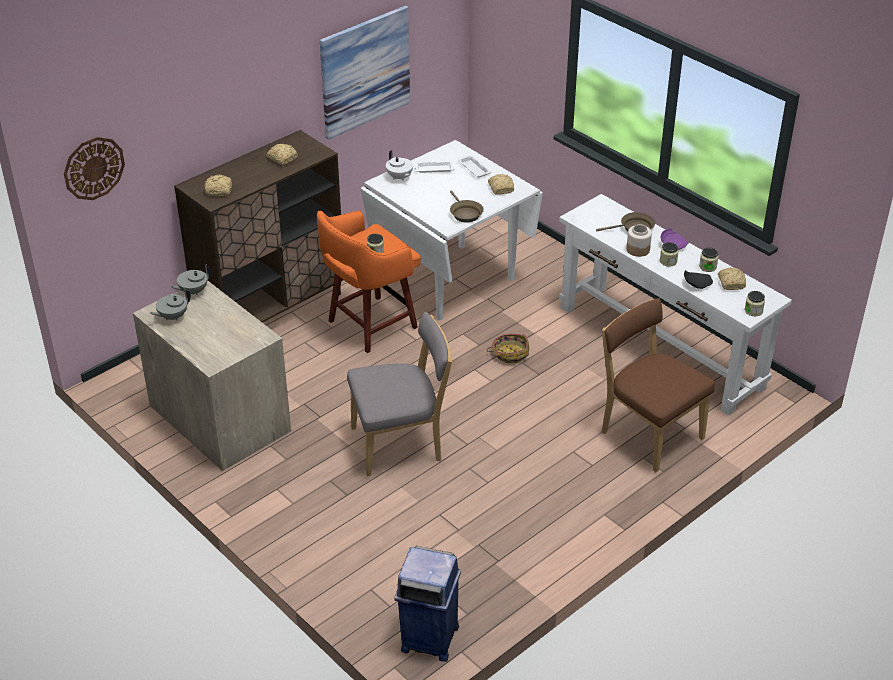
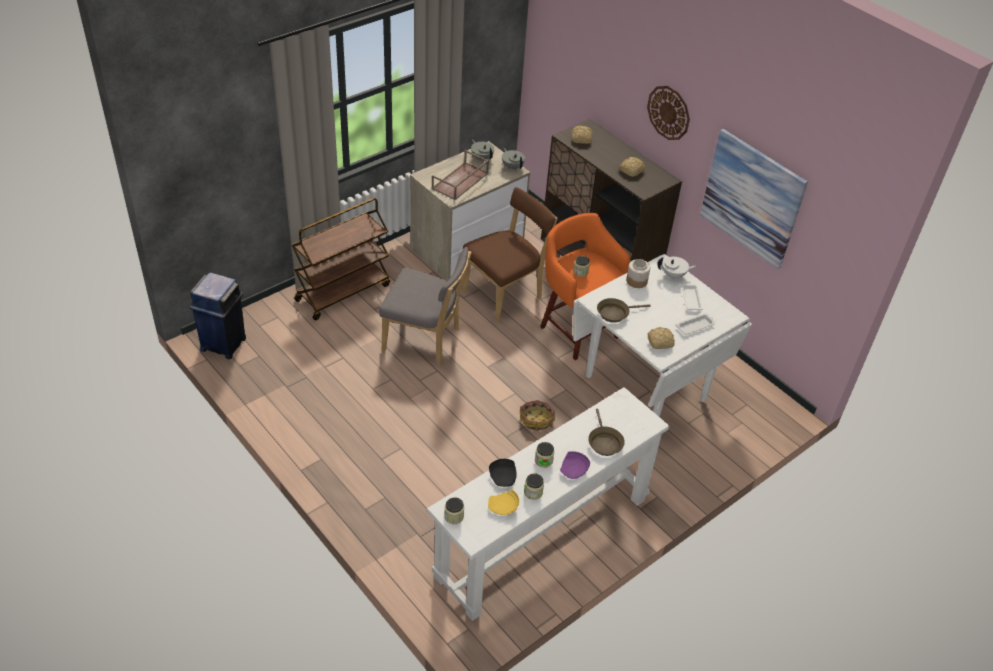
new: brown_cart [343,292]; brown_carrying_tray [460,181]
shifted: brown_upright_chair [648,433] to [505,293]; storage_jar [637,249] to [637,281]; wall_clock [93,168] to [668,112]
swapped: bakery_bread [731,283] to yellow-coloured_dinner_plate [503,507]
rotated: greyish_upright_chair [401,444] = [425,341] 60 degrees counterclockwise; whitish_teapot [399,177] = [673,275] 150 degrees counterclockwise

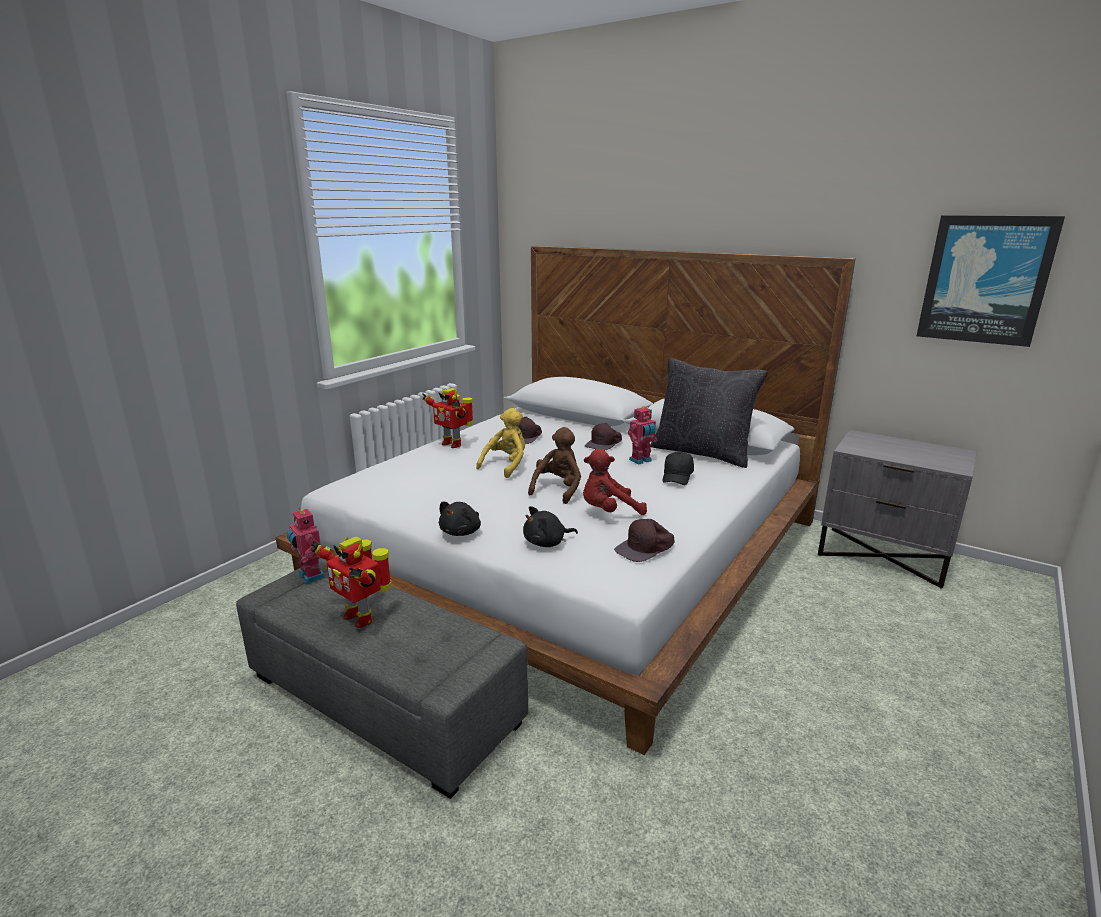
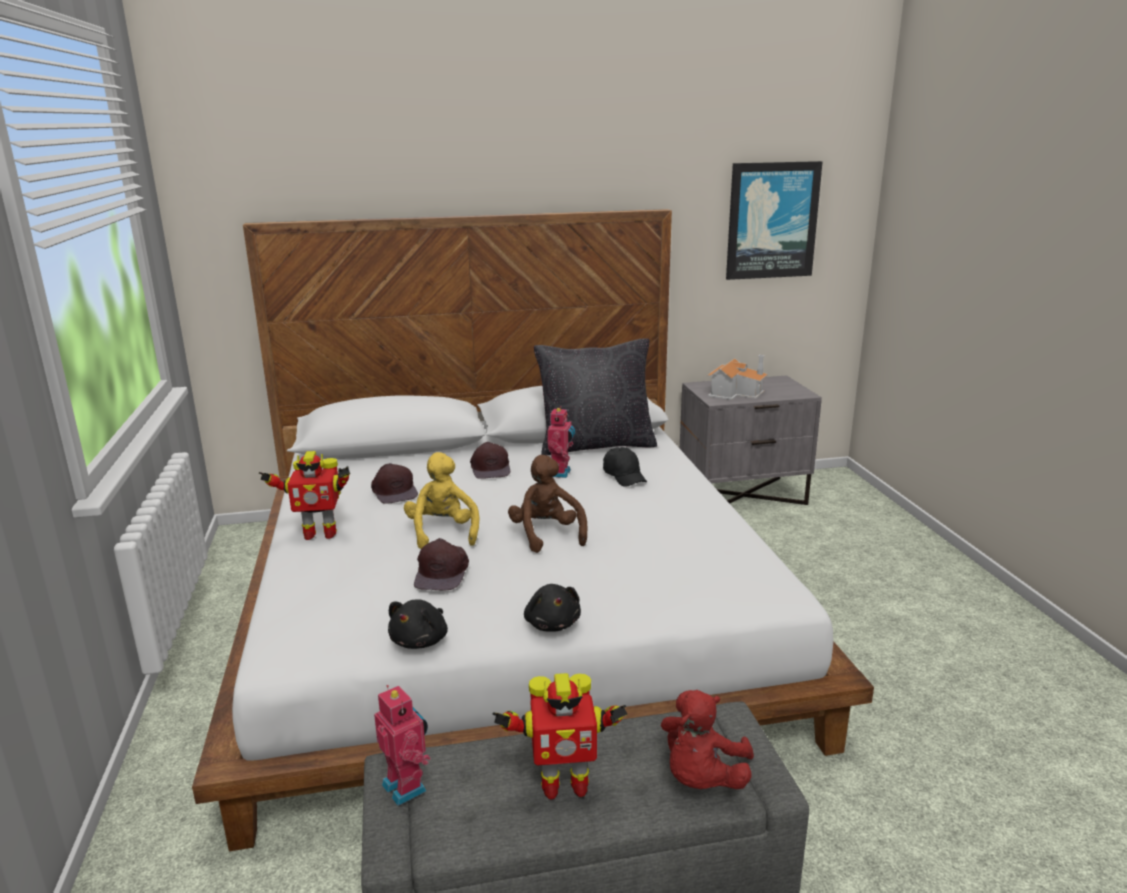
new: miniature_house [736,392]
shifted: black_cuddly_toy [547,543] to [421,640]; brown_peaked_cap [645,548] to [443,572]; reddish_cuddly_toy [609,512] to [701,779]
rotated: model_robot [310,576] = [407,786] 135 degrees counterclockwise

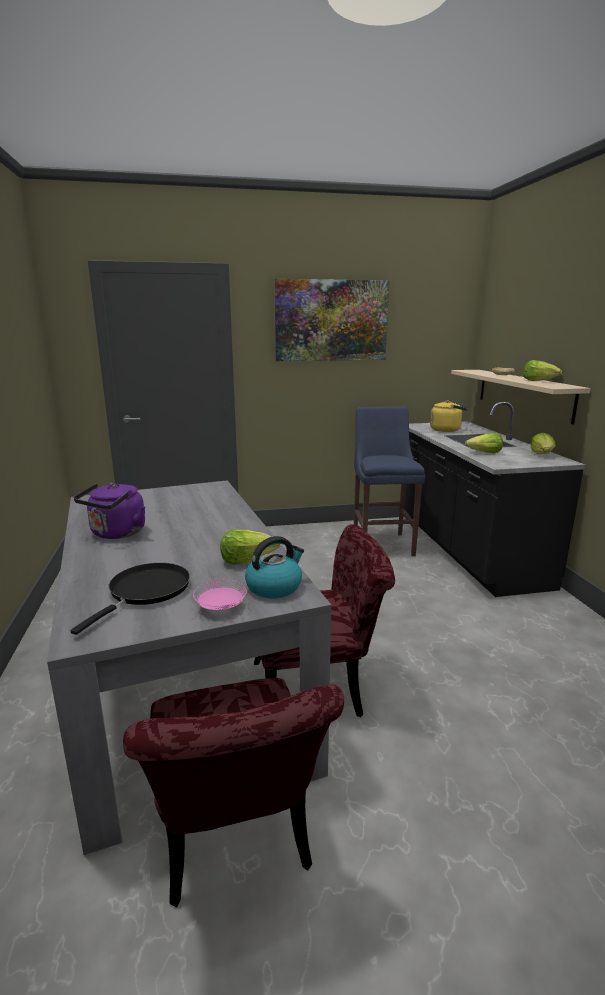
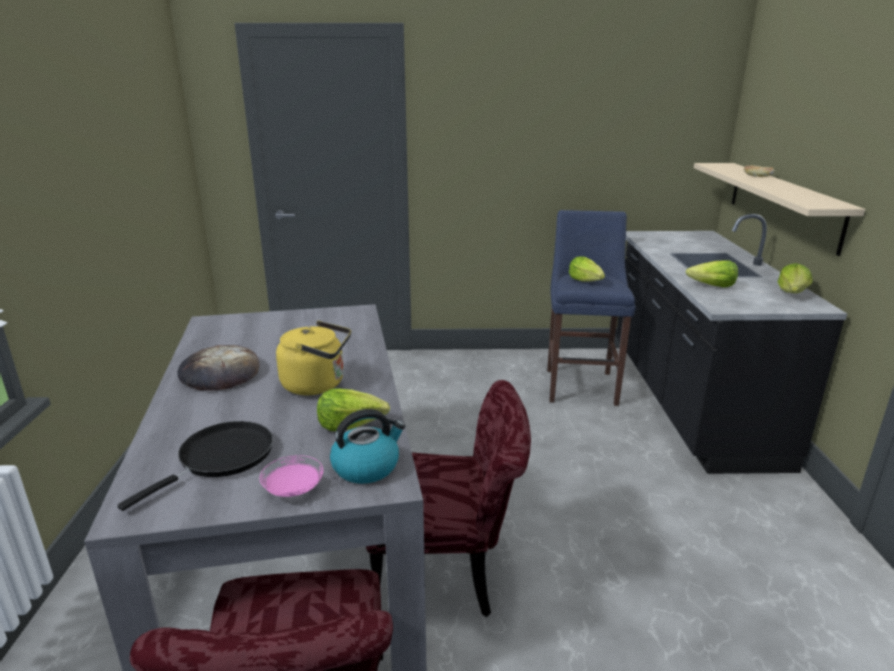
gone: picture [331,321]
shifted: yellow-coloured_water_kettle [447,430] to [317,384]; lettuce_head [539,381] to [586,281]
swapped: purplish_water_kettle [116,534] to bakery_bread [220,373]

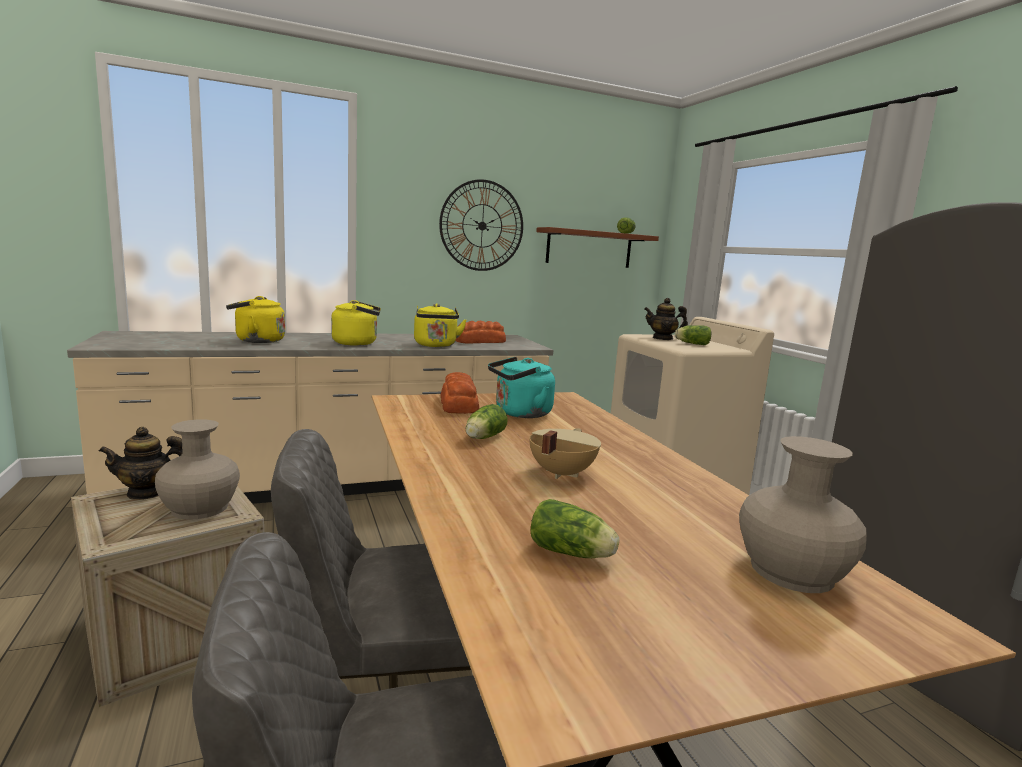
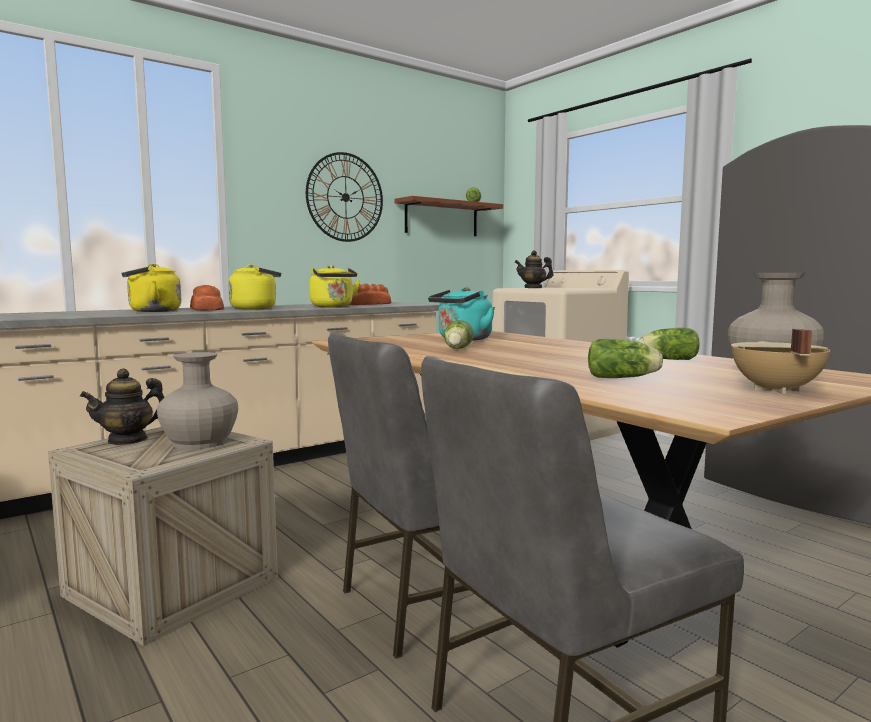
shifted: bakery_bread [459,404] to [207,309]; lettuce_head [691,343] to [666,359]; sand-coloured_cooking_pot [560,473] to [774,390]

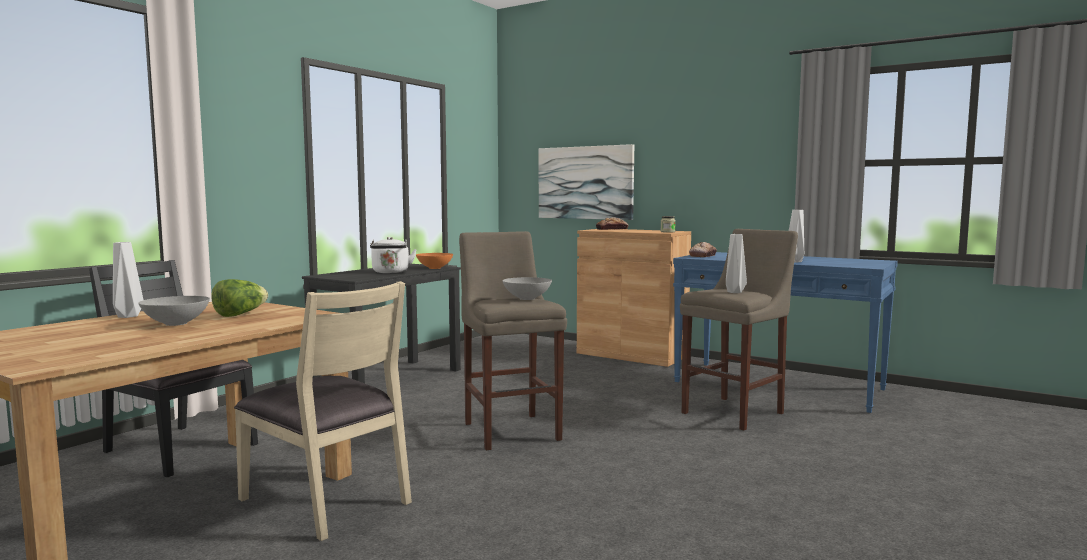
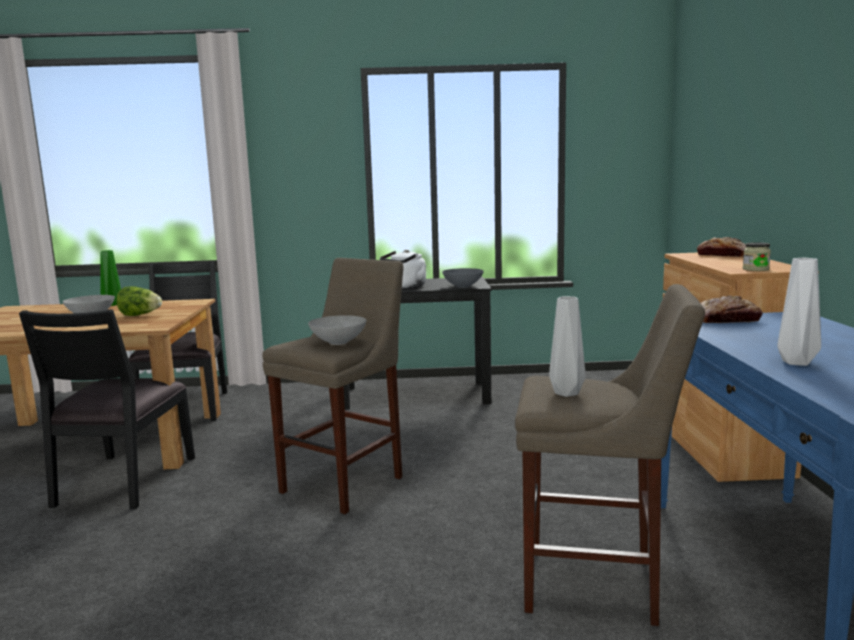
gone: picture [585,182]
repainted: sand-coloured_upright_chair [328,500] to black_upright_chair [123,481]; whitish_vase [127,316] to green-coloured_vase [113,304]; orange-coloured_bowl [434,268] to greyish_bowl [463,286]

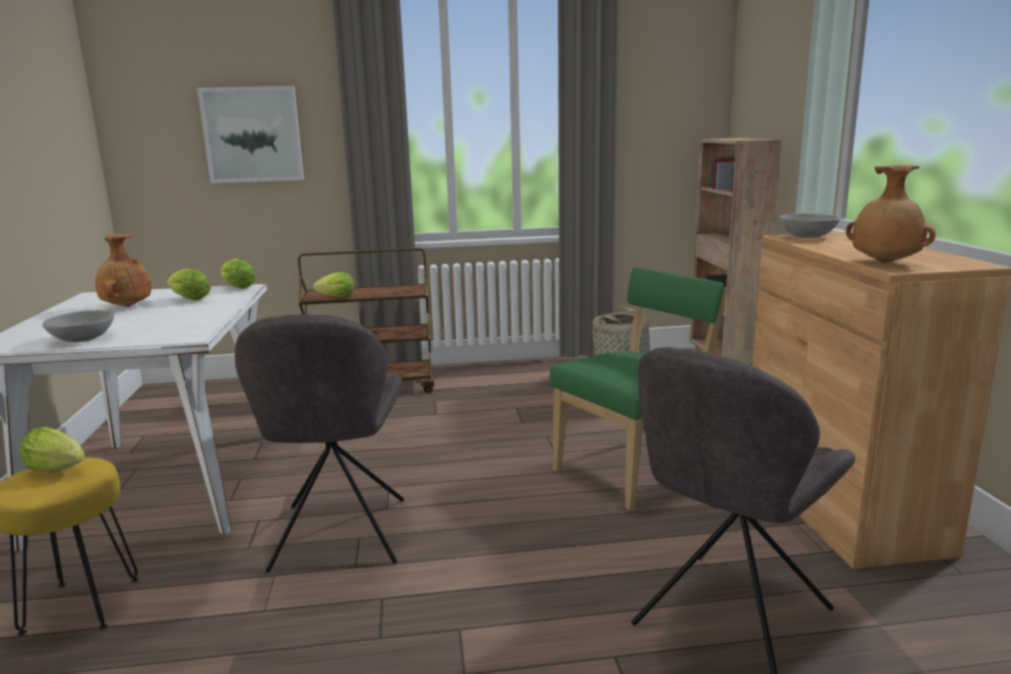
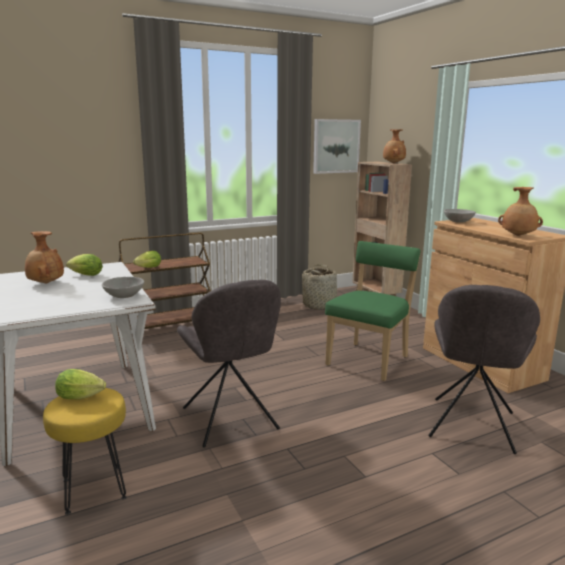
gone: lettuce_head [236,287]
new: brown_vase [393,163]
shifted: greyish_bowl [83,339] to [124,296]; picture [252,135] to [336,146]

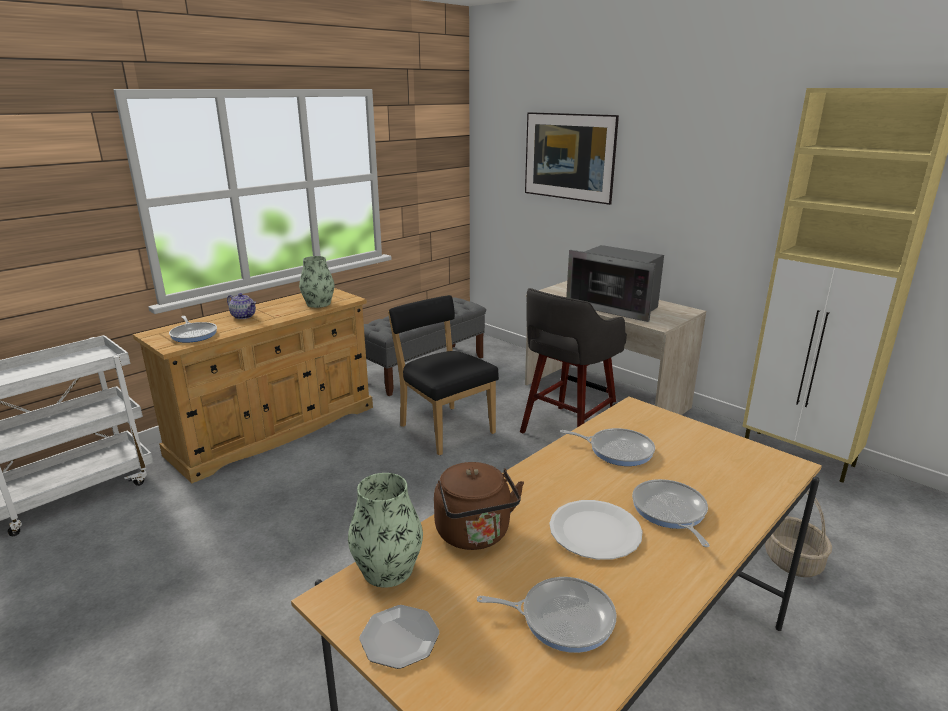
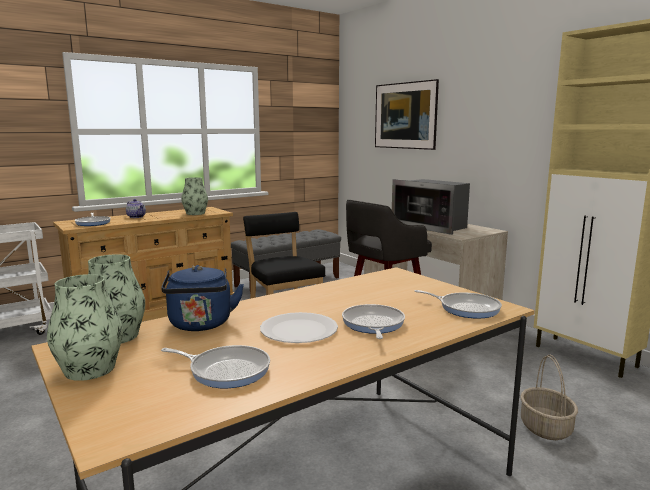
shifted: pan [617,450] to [466,308]
swapped: dinner_plate [400,637] to vase [90,369]
repainted: brown_water_kettle [475,535] to bluish_water_kettle [201,325]

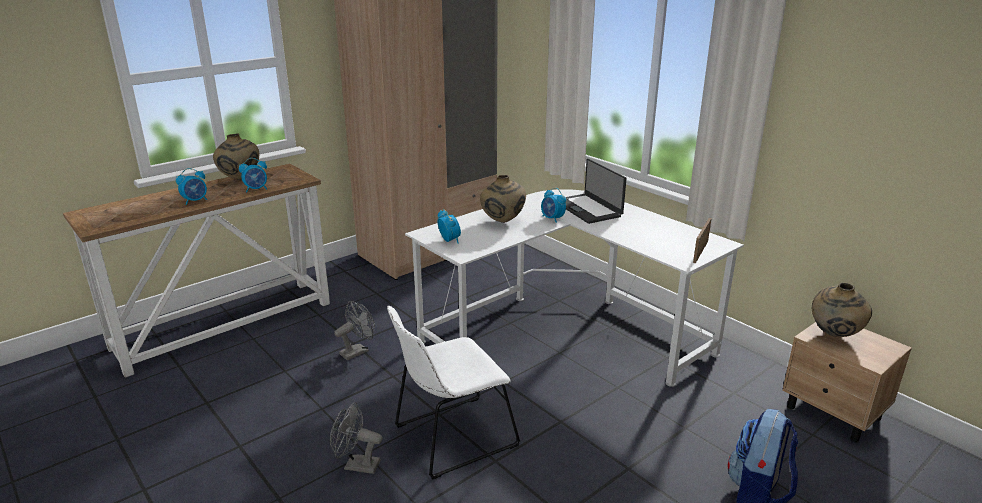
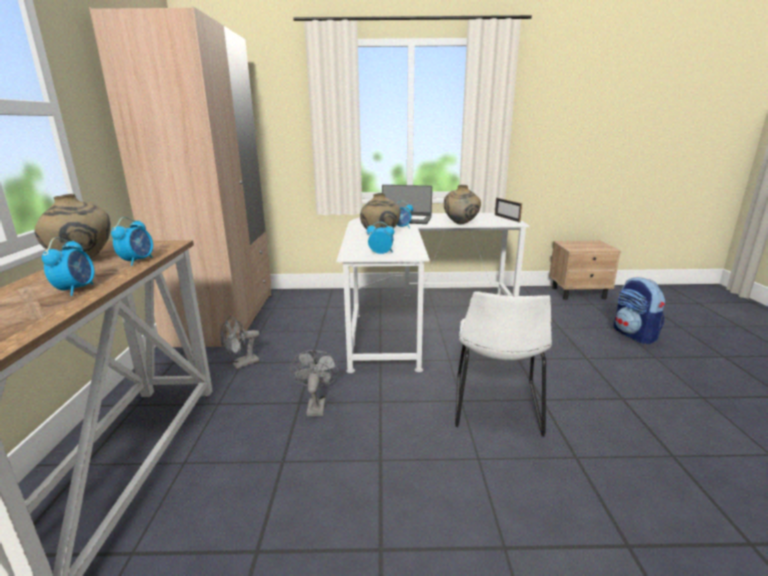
shifted: greyish_cooling_fan [356,465] to [241,364]; sand-coloured_vase [834,335] to [461,224]

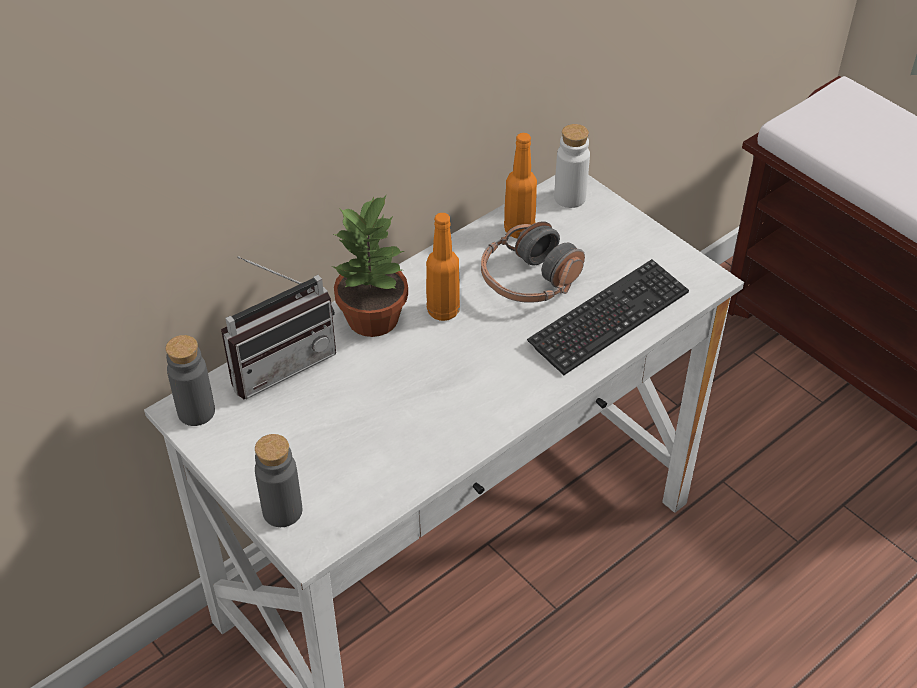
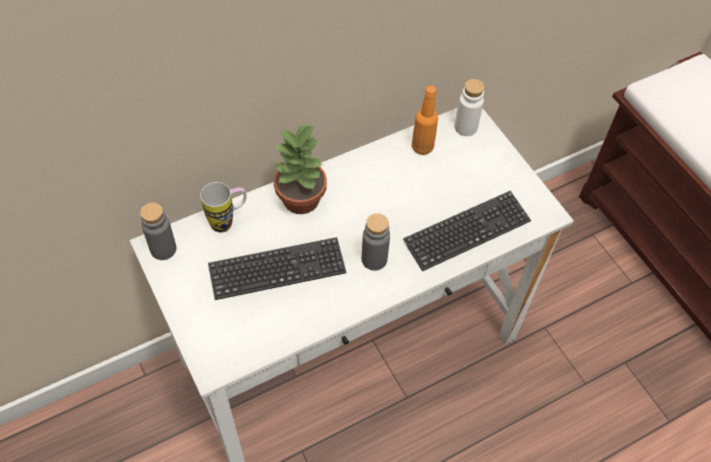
gone: orange-coloured_drink_bottle [443,311]; headphones [530,280]
new: PC_keyboard [277,270]
shifted: greyish_drink_bottle [282,511] to [374,259]
swapped: radio_receiver [279,362] to coffee_mug [228,221]

